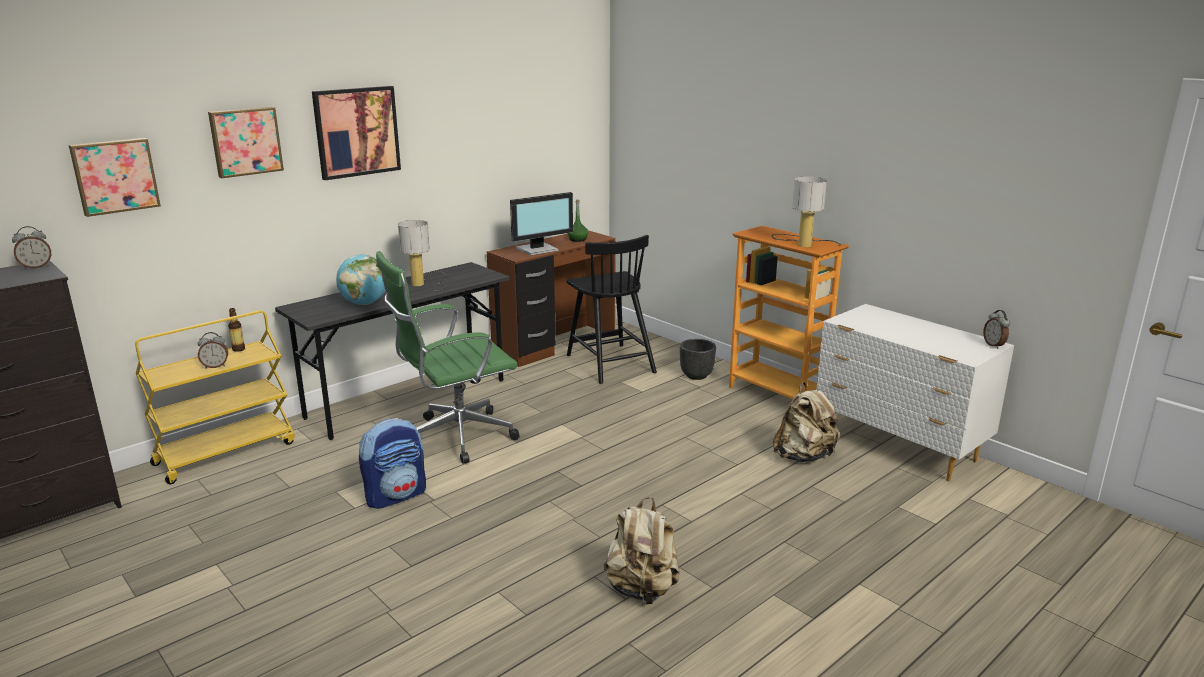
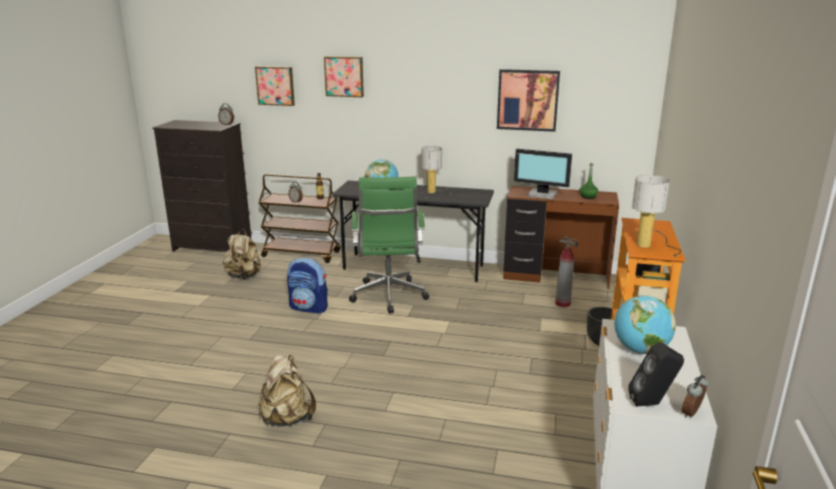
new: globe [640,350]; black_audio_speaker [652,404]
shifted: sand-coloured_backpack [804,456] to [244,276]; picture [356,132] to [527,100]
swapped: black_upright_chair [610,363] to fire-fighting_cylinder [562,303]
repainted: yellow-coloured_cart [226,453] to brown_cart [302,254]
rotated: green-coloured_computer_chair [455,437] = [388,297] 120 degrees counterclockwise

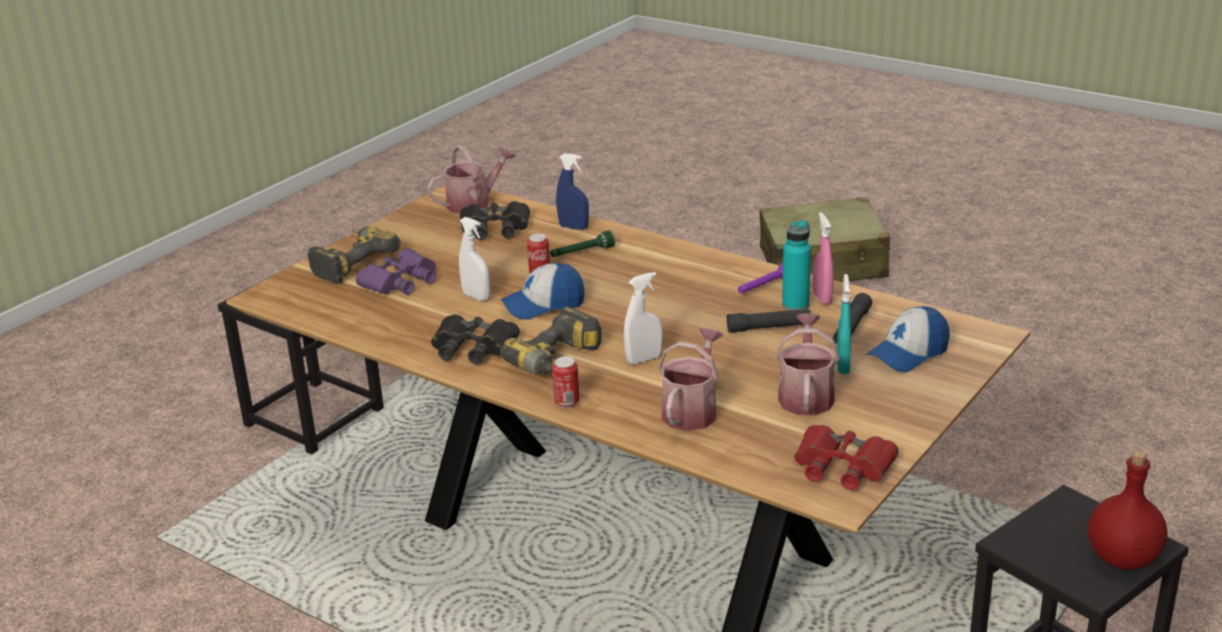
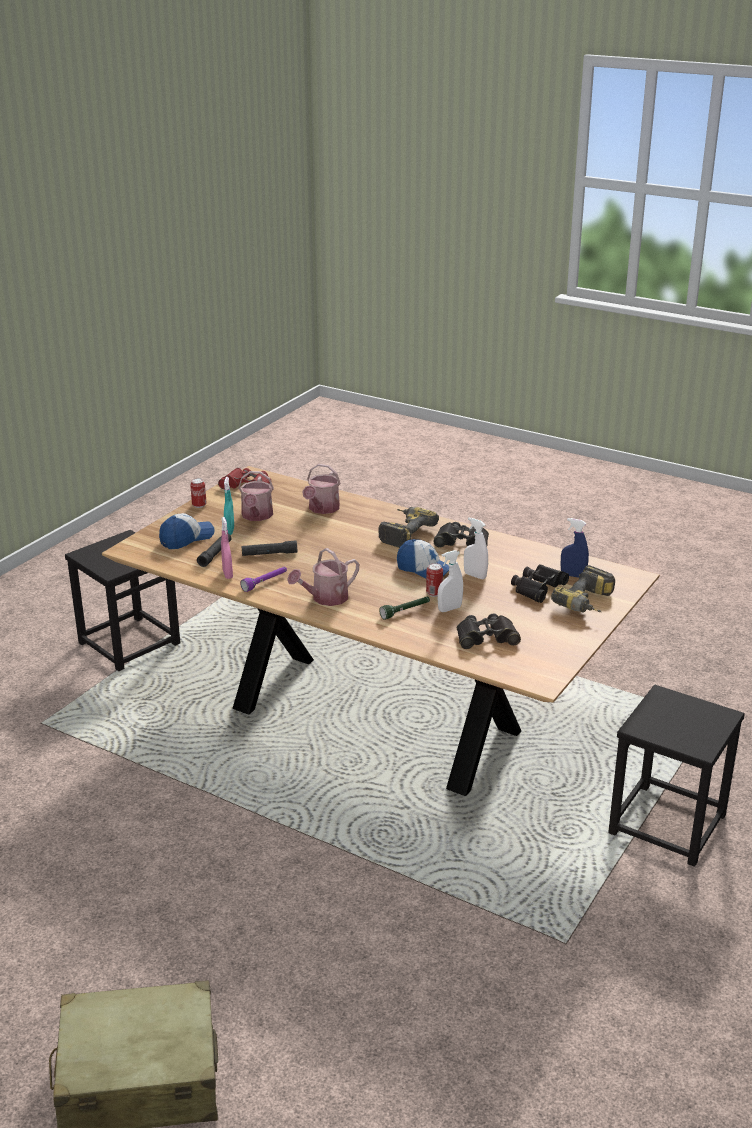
gone: turquoise_drink_bottle [795,305]; reddish_drink_bottle [1121,559]
shifted: sealed_can [567,403] to [199,505]; sprinkling_can [474,203] to [325,598]; whitish_spray_bottle [644,359] to [449,609]; bluish_spray_bottle [573,227] to [573,575]
repainted: purplish_pair_of_binoculars [401,281] to black_pair_of_binoculars [538,588]
rotated: peaked_cap [544,305] = [424,569] 60 degrees clockwise

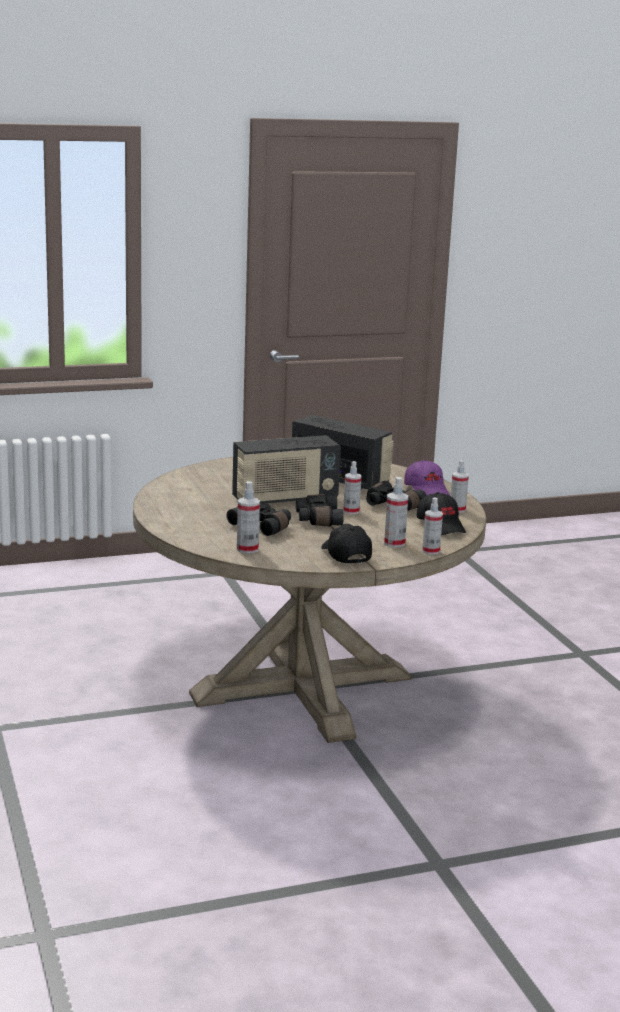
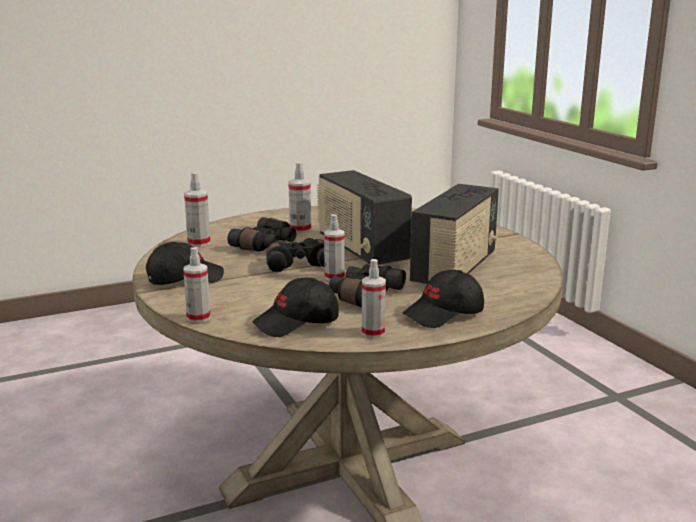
shifted: spray_bottle [394,543] to [300,230]
repainted: purplish_peaked_cap [427,491] to black_peaked_cap [444,314]

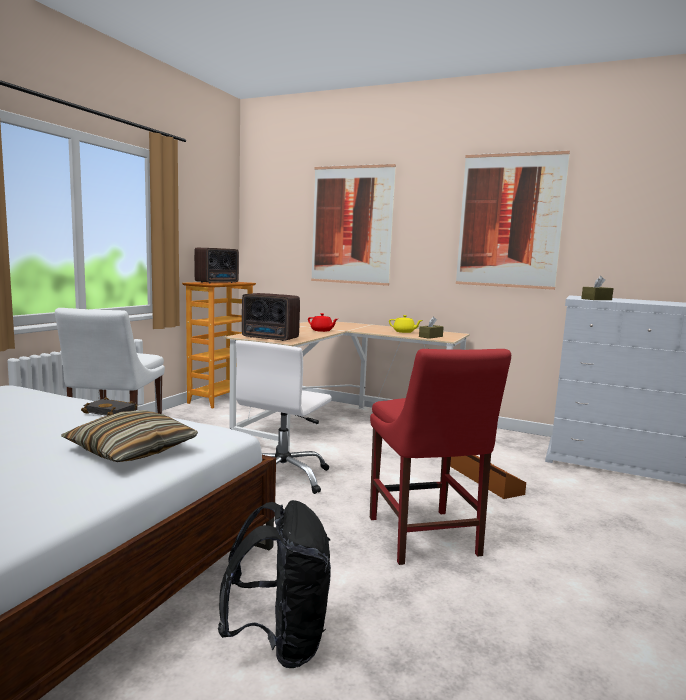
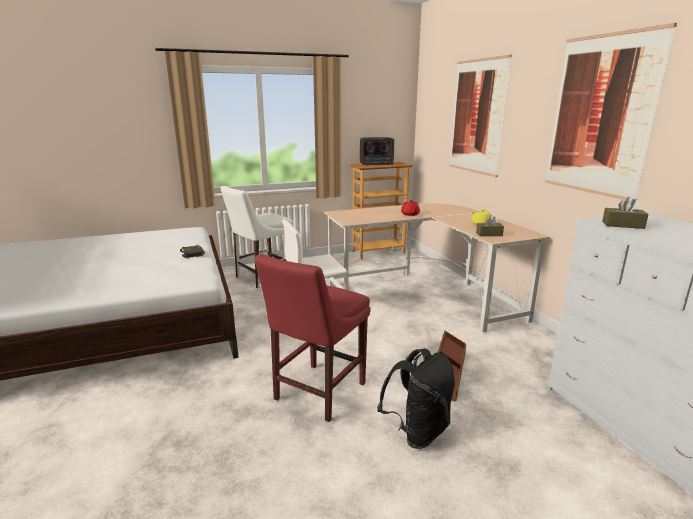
gone: throw_pillow [132,450]; radio_receiver [271,338]
shifted: black_backpack [280,641] to [418,431]

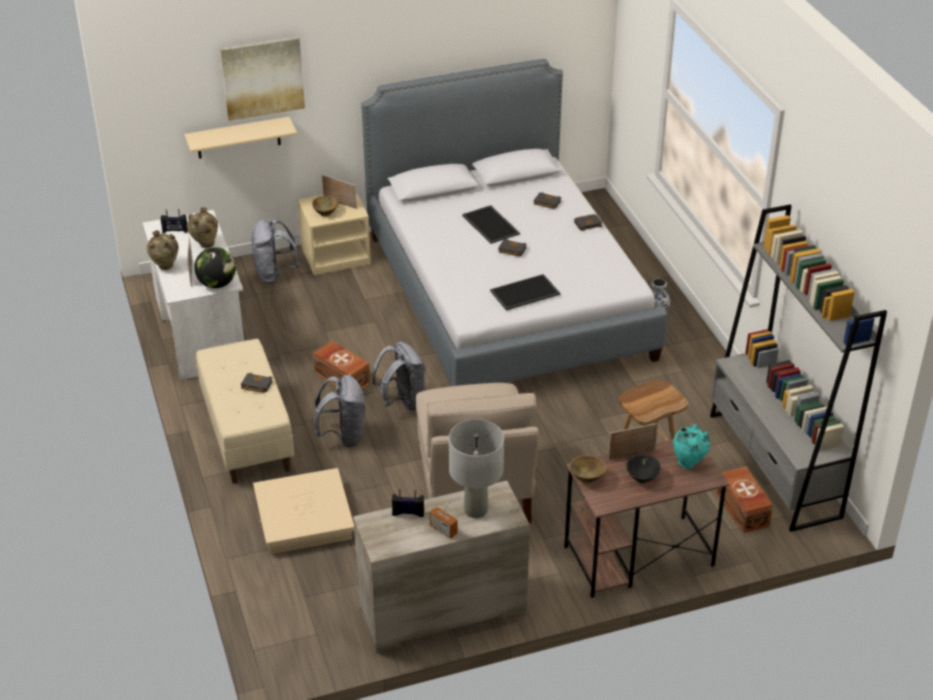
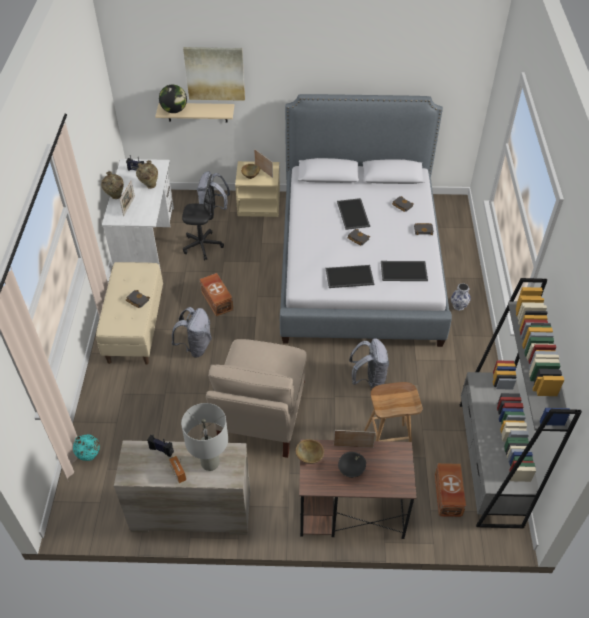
gone: sand-coloured_storage_box [304,517]
new: black_computer_chair [202,246]; carrying_tray [404,271]
shifted: turquoise_vase [688,464] to [90,457]; globe [217,284] to [174,110]; greyish_backpack [402,402] to [369,379]

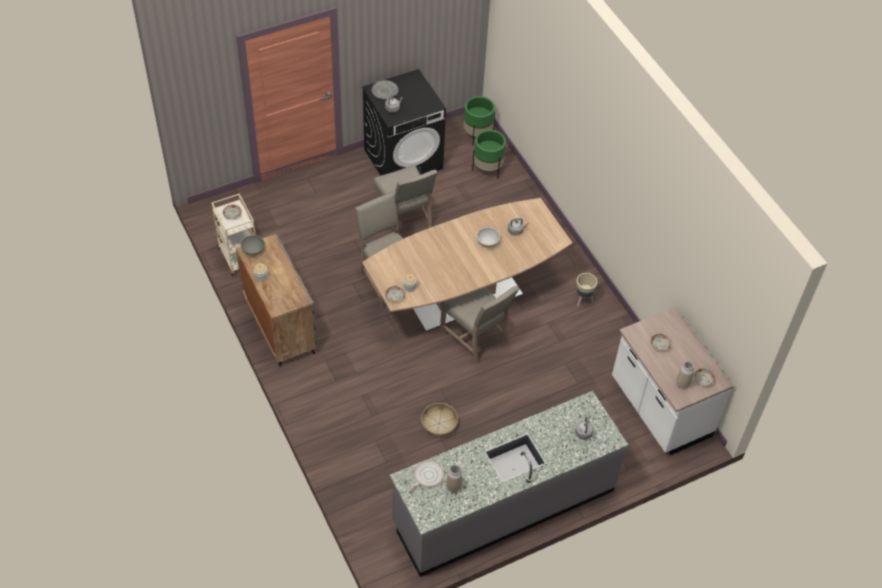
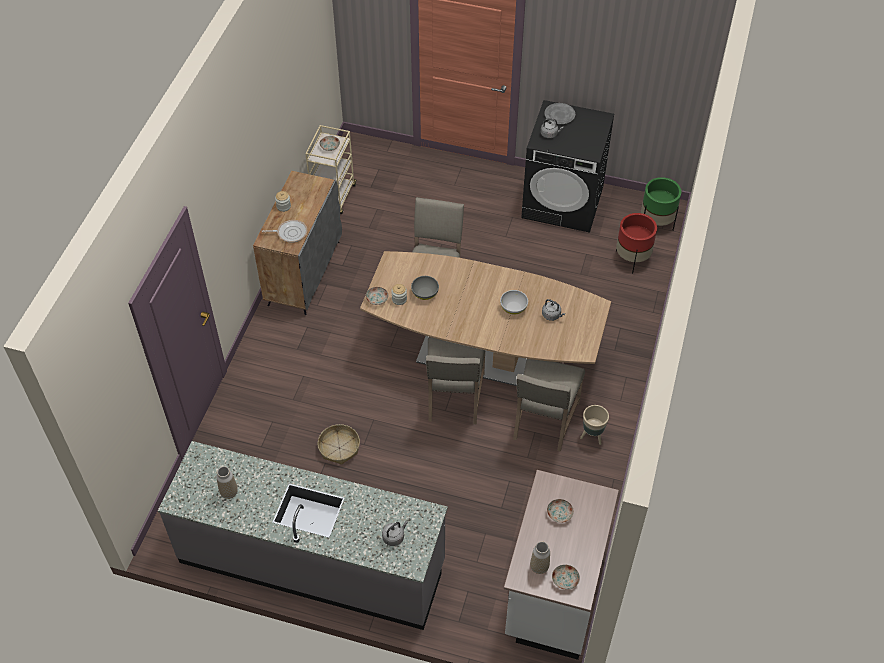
shifted: pan [427,476] to [290,233]; greyish_bowl [253,250] to [425,293]; sand-coloured_upright_chair [405,220] to [544,421]
repainted: green-coloured_plant_pot [488,169] to reddish_plant_pot [632,259]

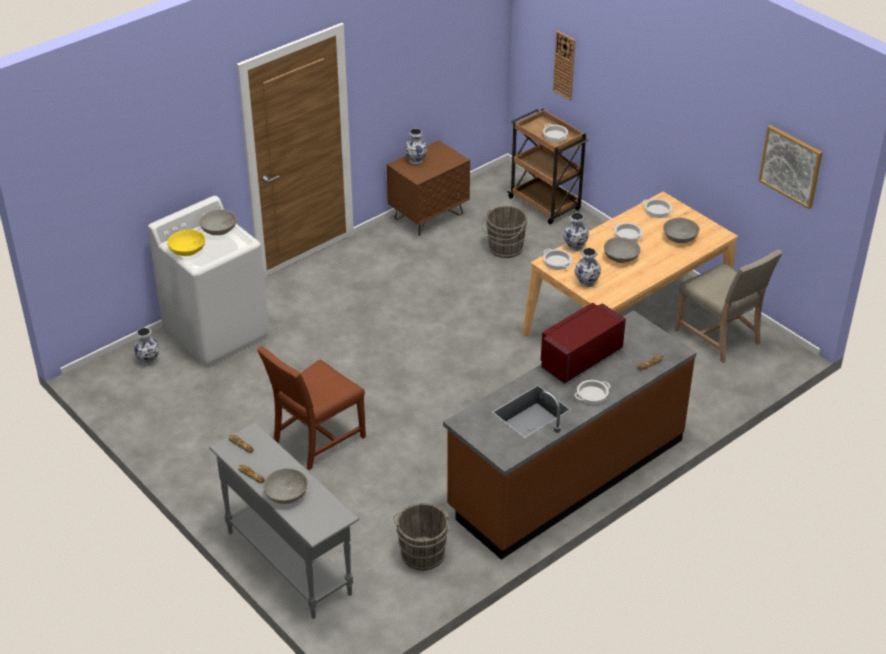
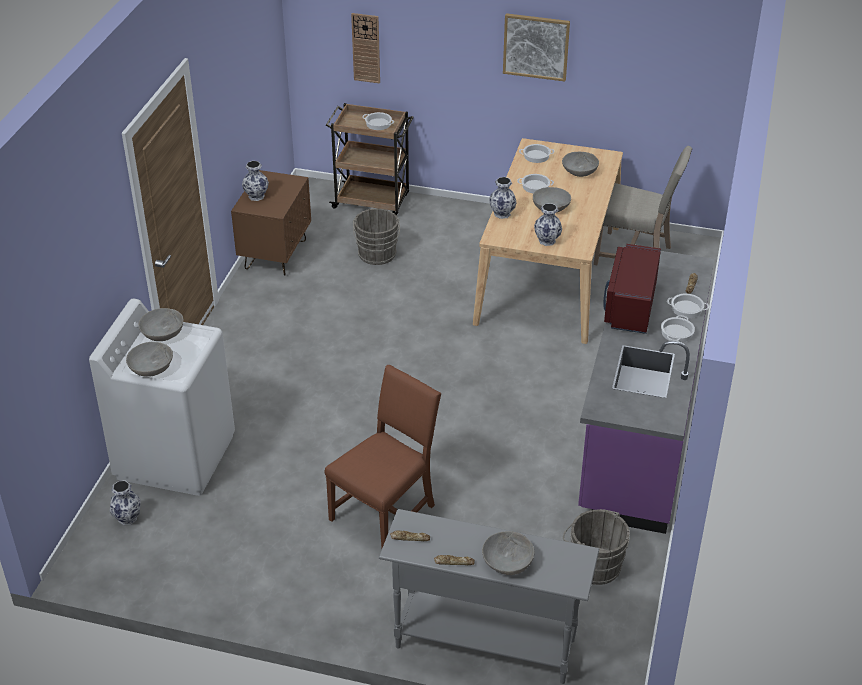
shifted: picture [791,166] to [536,46]; cooking_pot [556,262] to [686,309]
repainted: yellow-coloured_bowl [187,250] to greyish_bowl [151,367]; brown_counter [566,474] to purplish_counter [638,430]
rotated: brown_upright_chair [315,440] = [386,512] 150 degrees counterclockwise

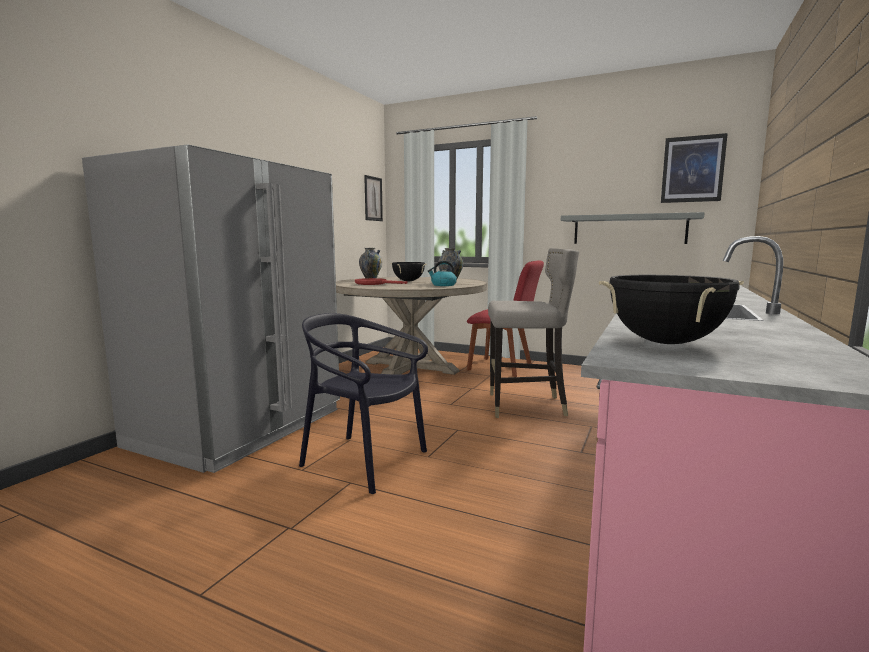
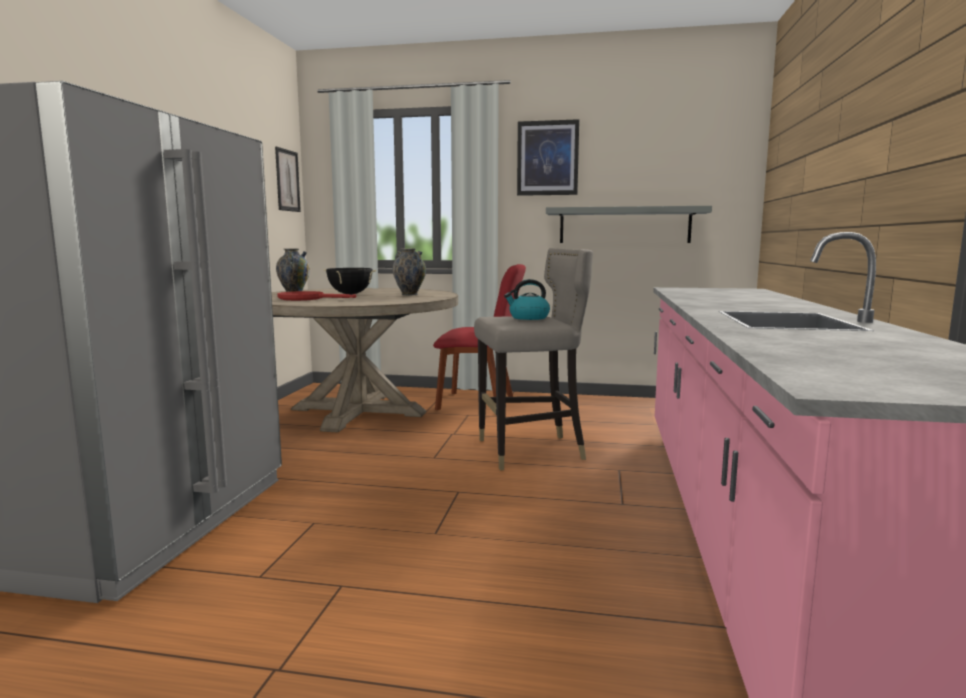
gone: black_upright_chair [364,461]; black_cooking_pot [665,343]
shifted: water_kettle [443,285] to [528,318]; picture [692,169] to [547,158]

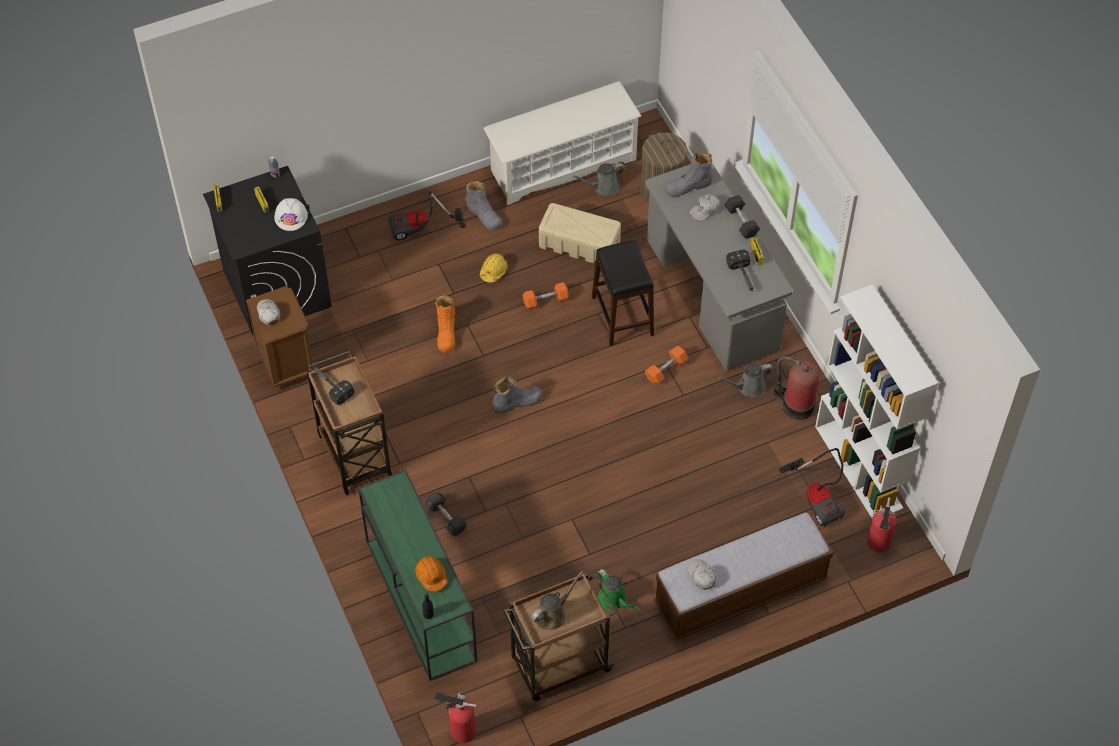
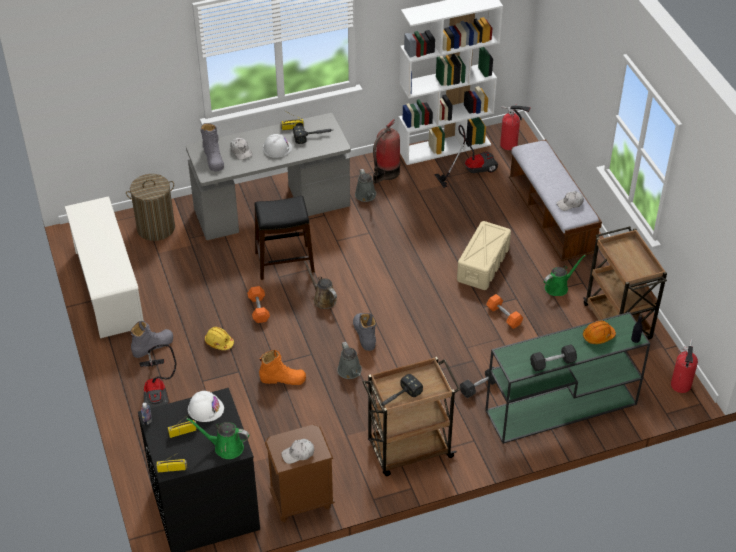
new: green-coloured_sprinkling_can [225,447]; whitish_work_helmet [277,148]
shifted: brown_sprinkling_can [552,614] to [323,299]; greyish_sprinkling_can [603,187] to [350,372]; sand-coloured_storage_box [580,244] to [483,264]; orange-coloured_hand_weight [666,369] to [504,316]; greyish_hand_weight [741,222] to [552,363]

